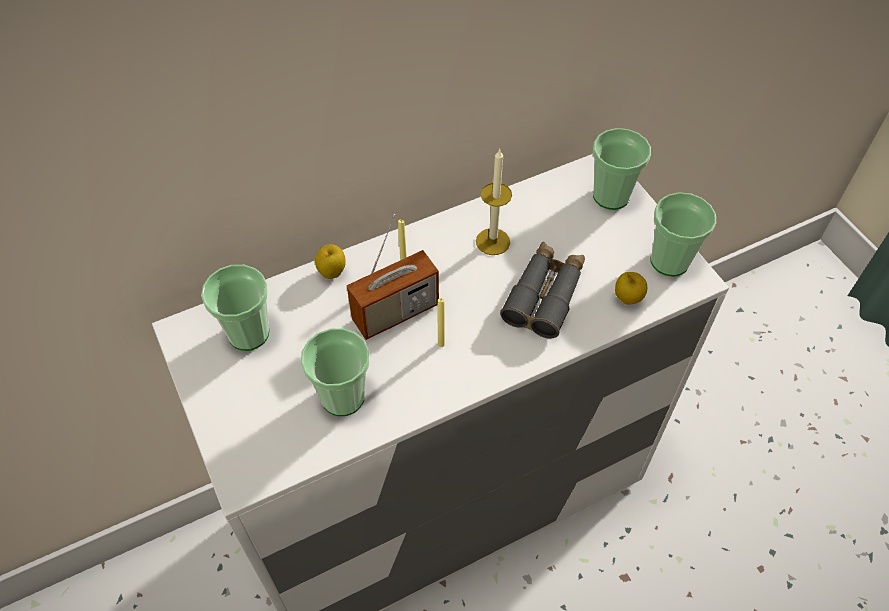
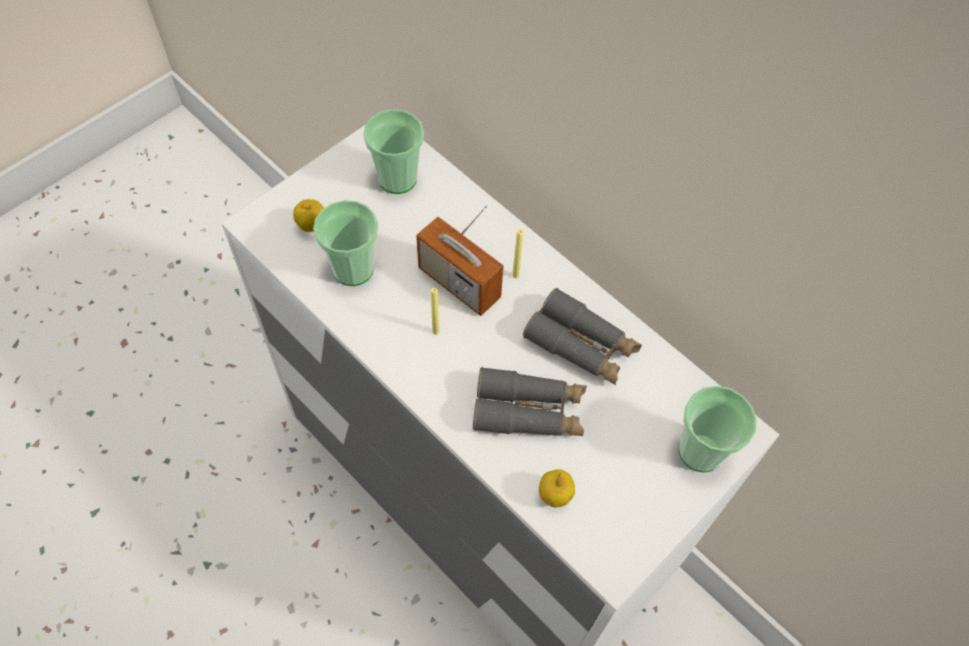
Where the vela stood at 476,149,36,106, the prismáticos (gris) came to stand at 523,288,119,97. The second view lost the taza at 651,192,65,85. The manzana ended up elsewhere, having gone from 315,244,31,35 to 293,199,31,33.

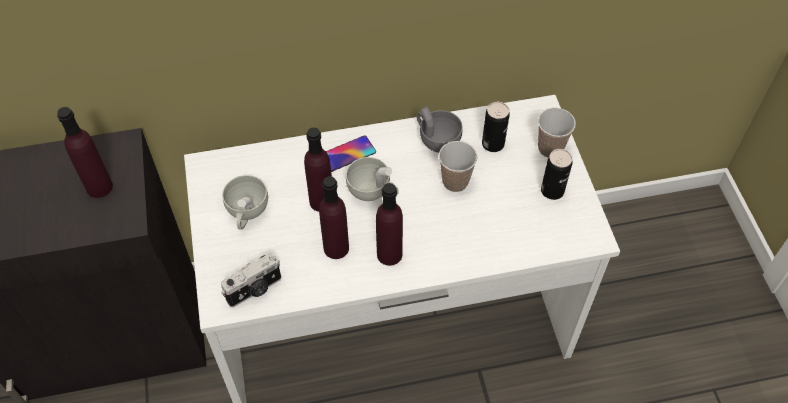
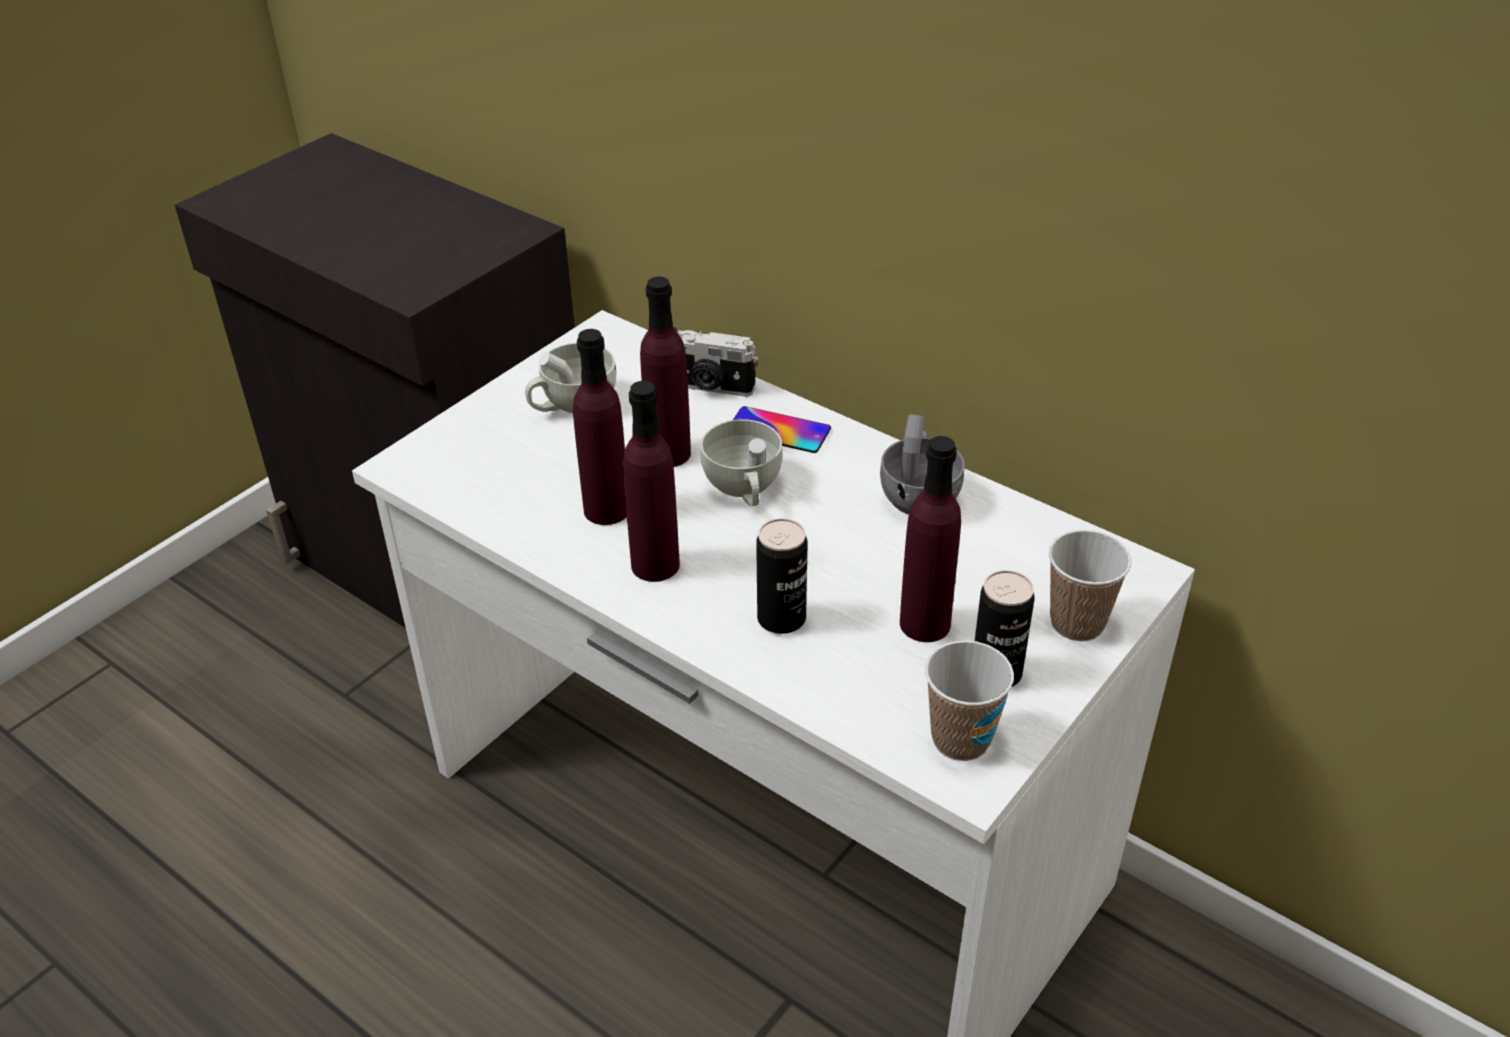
The lata ended up elsewhere, having gone from 482,102,28,50 to 756,518,52,116. The botella (morado) ended up elsewhere, having gone from 57,107,56,91 to 900,436,61,206. The taza ended up elsewhere, having gone from 439,141,38,51 to 925,640,89,121. The cámara ended up elsewhere, having gone from 221,254,60,53 to 674,327,84,70.

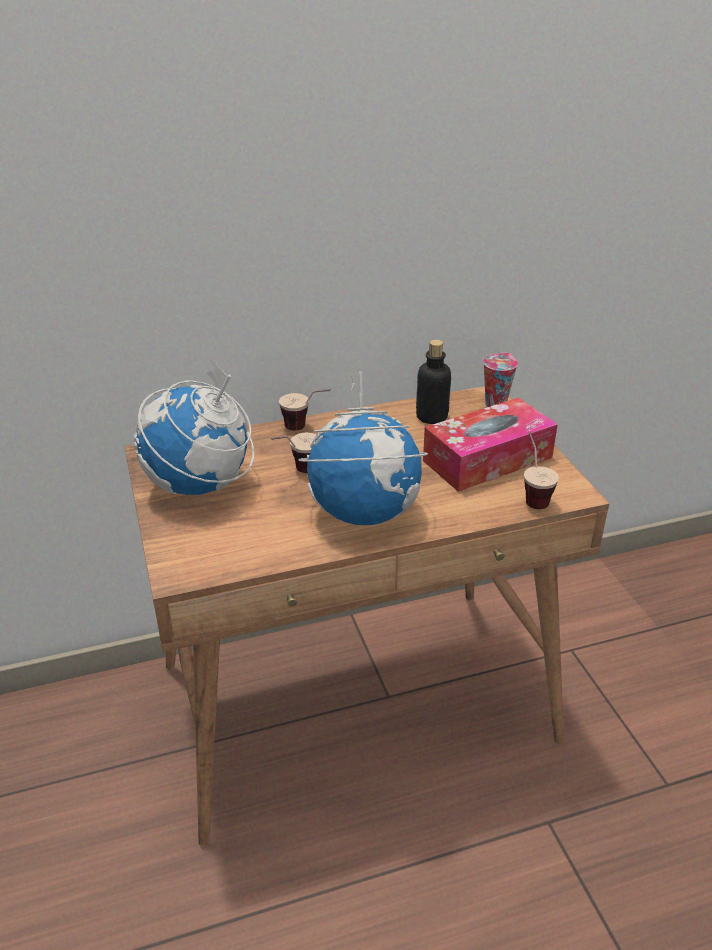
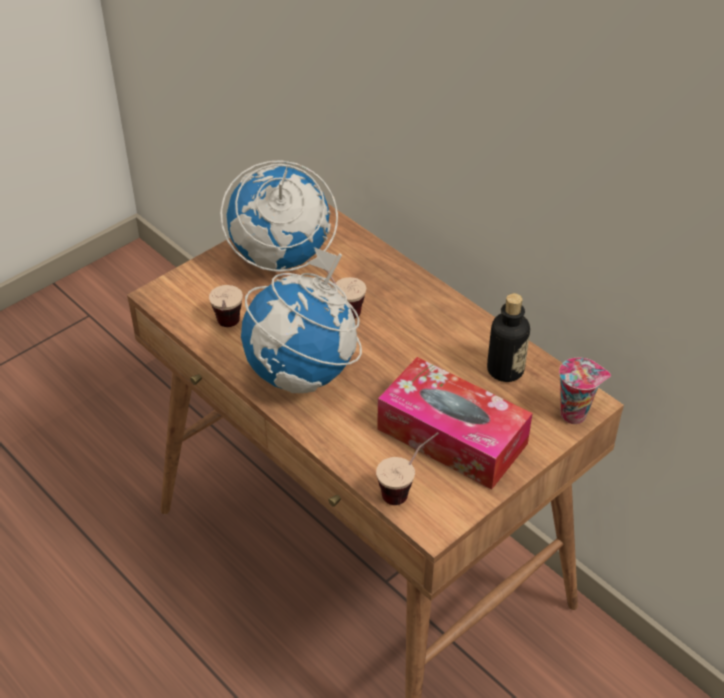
The taza ended up elsewhere, having gone from 279,389,52,42 to 209,285,34,42.

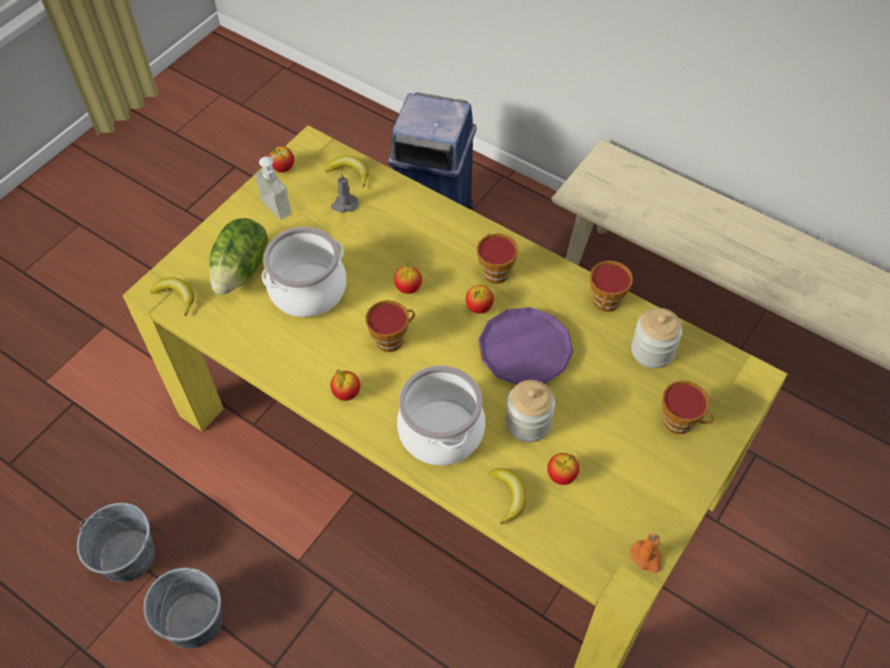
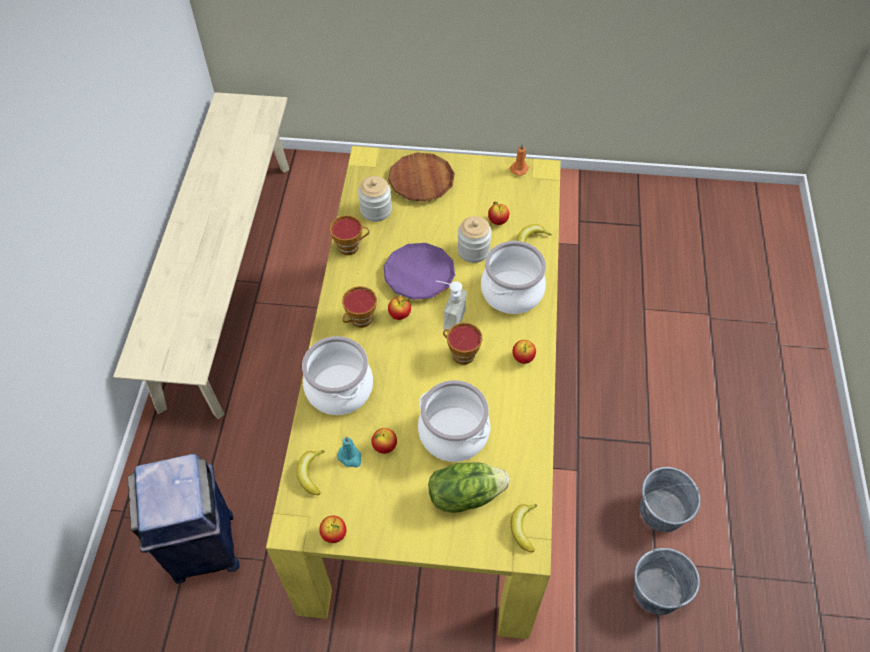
The dispensador de jabón ended up elsewhere, having gone from 255,150,37,70 to 436,281,31,49. What was the vela (gris) at 331,173,27,39 turned into the vela (turquesa) at 337,437,24,30. The manzana ended up elsewhere, having gone from 394,263,28,31 to 372,428,25,26. Where the taza stood at 662,380,52,54, the plato (marrón) came to stand at 388,152,67,50. The second view gained the olla at 302,336,71,79.

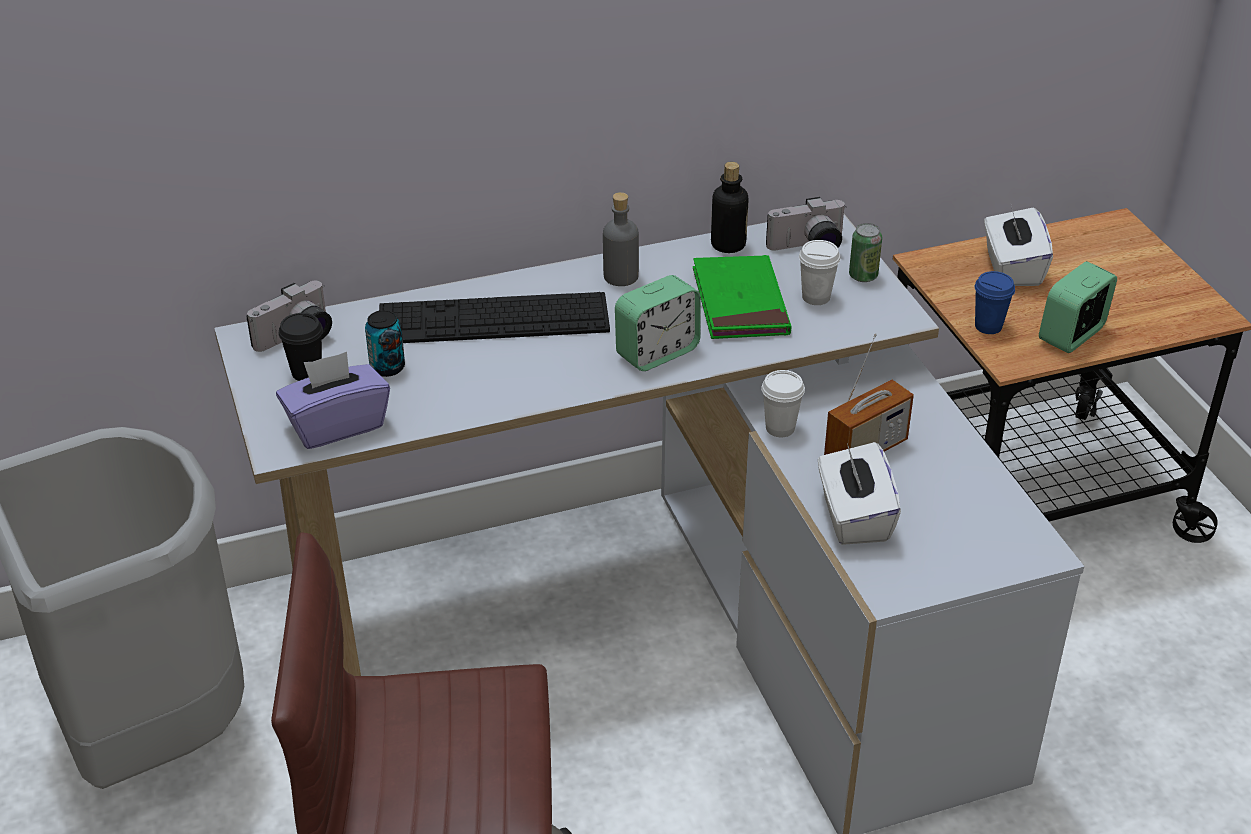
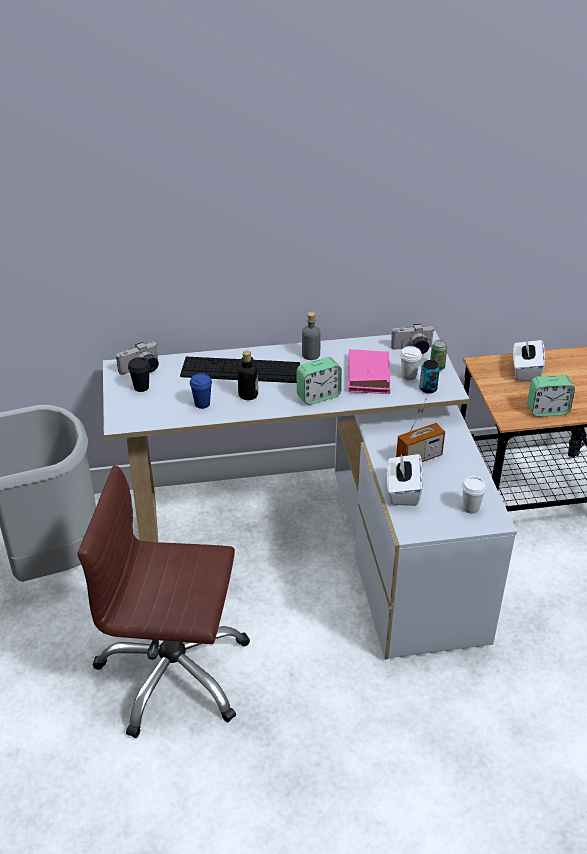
The botella ended up elsewhere, having gone from 711,162,37,91 to 237,351,21,49. What was the libro (verde) at 693,255,99,84 turned into the libro (rosa) at 348,349,42,45. The despertador at 1039,261,78,92 ended up facing another way, 150 degrees counterclockwise from before. The taza (azul) ended up elsewhere, having gone from 974,271,41,63 to 190,373,22,36. The lata ended up elsewhere, having gone from 365,310,40,67 to 420,360,20,34. The second view lost the caja de pañuelos (morado) at 276,352,114,97. The taza (blanco) ended up elsewhere, having gone from 761,370,44,67 to 462,476,24,38.

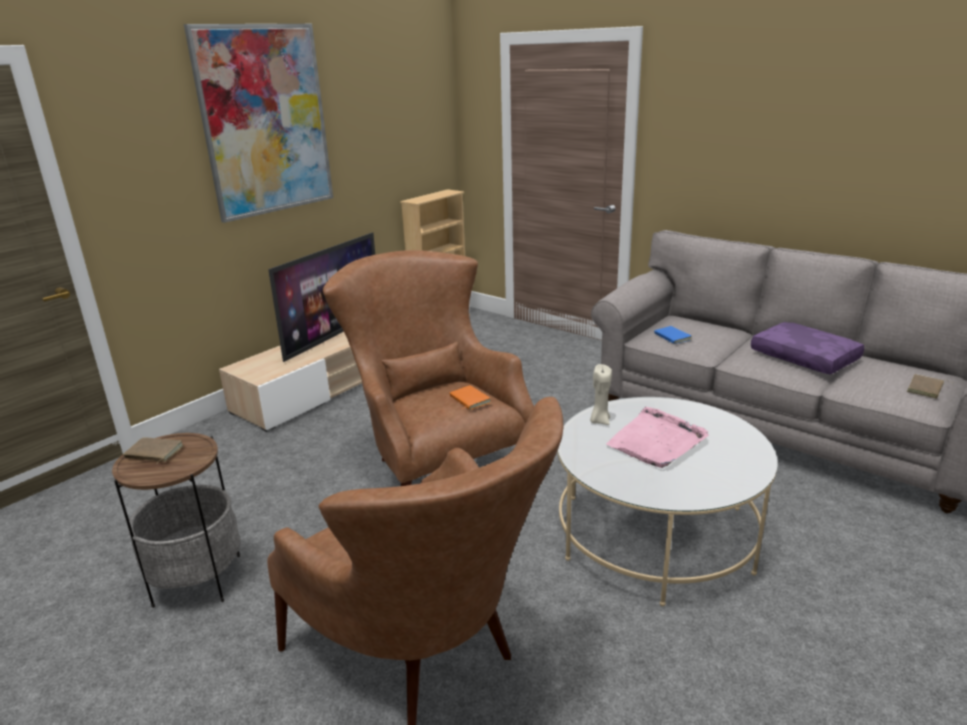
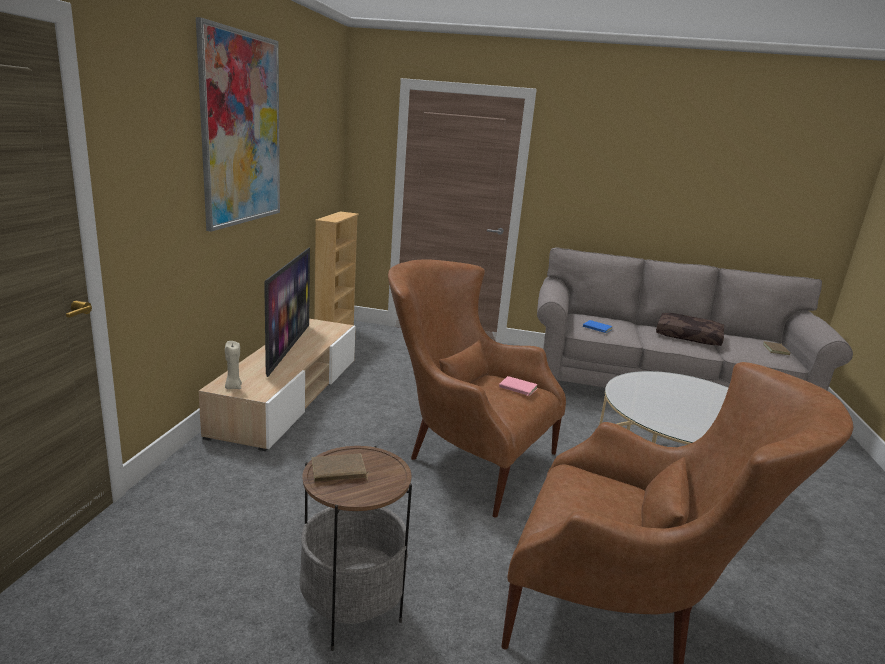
What was the cojín (morado) at 751,322,113,52 turned into the cojín (marrón) at 656,313,68,33. The vela (beis) ended up elsewhere, having gone from 590,364,22,61 to 225,341,17,48. What was the libro (naranja) at 450,385,41,25 turned into the libro (rosa) at 499,376,39,20. The second view lost the bandeja (rosa) at 606,407,103,61.

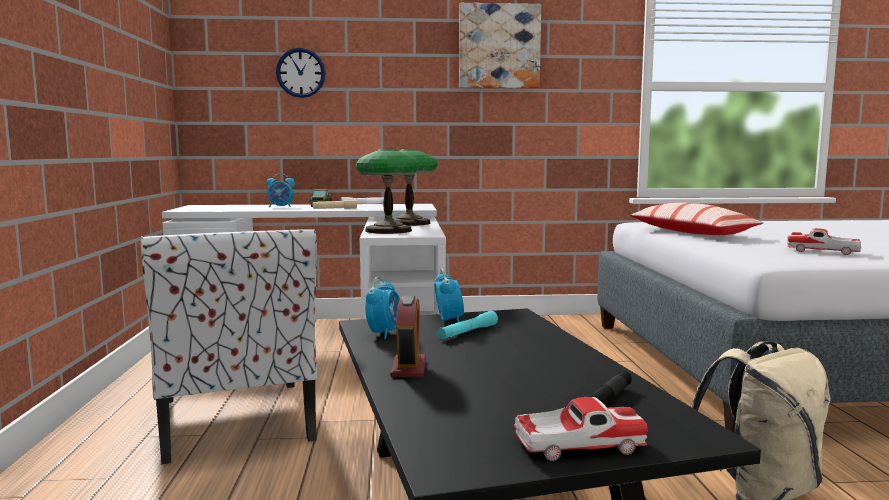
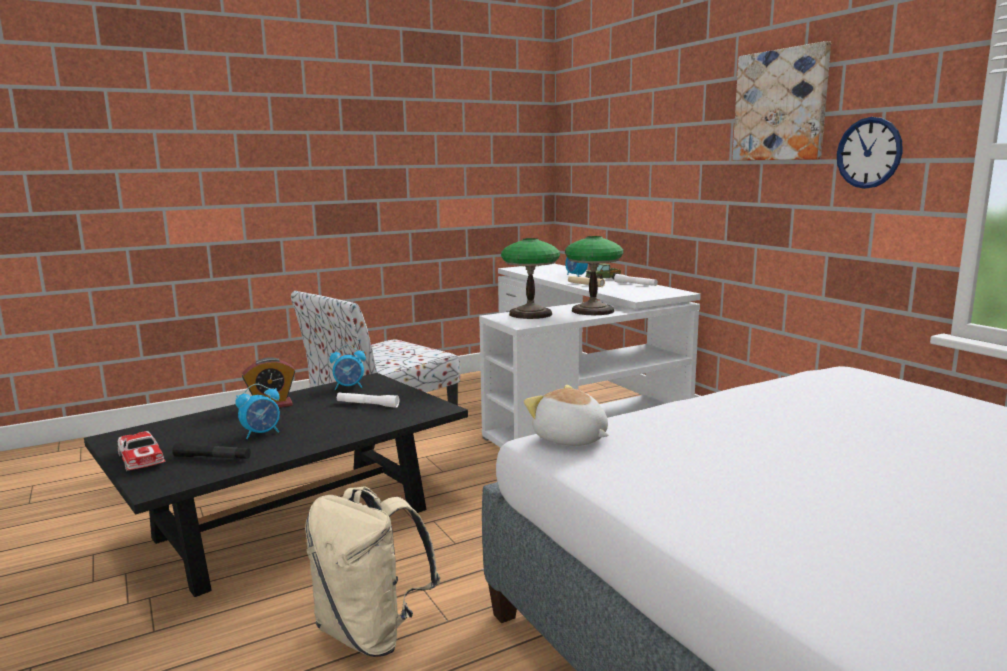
The reloj de pared ended up elsewhere, having gone from 276,48,49,50 to 837,117,66,72. The second view lost the cojín at 630,203,134,32. The second view lost the coche de juguete at 787,228,74,27. The despertador ended up elsewhere, having gone from 434,269,30,54 to 235,384,45,55. What was the linterna (turquesa) at 437,311,61,28 turned into the linterna (blanco) at 337,392,62,16. The second view gained the peluche at 524,385,85,61.

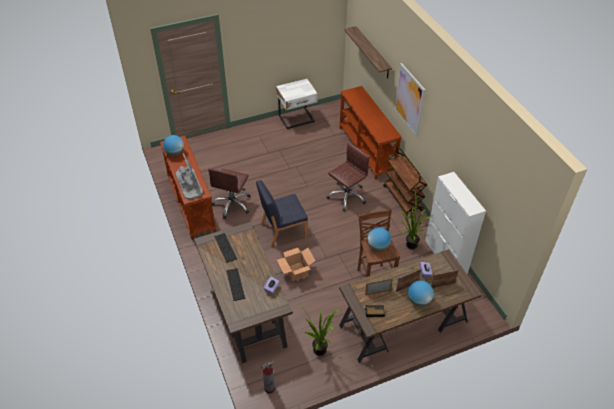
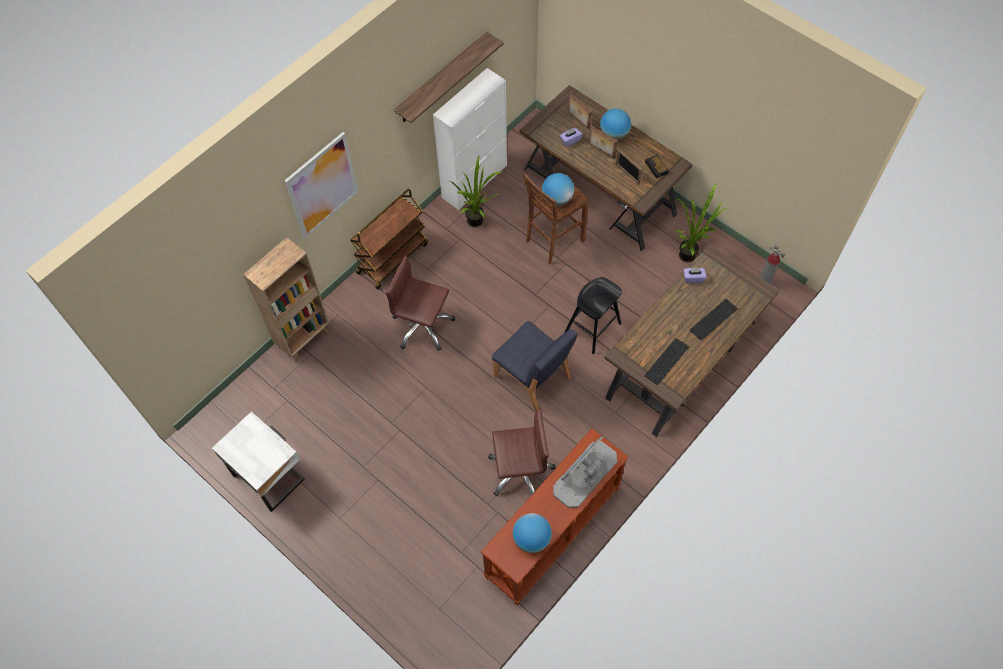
The estante ended up elsewhere, having gone from 344,26,48,53 to 394,32,110,91. Where the mesa consola (marrón) stood at 339,86,63,94, the estantería (marrón) came to stand at 243,237,87,126. Where the caja de cartón stood at 277,248,39,33, the taburete (negro) came to stand at 564,277,58,77.

